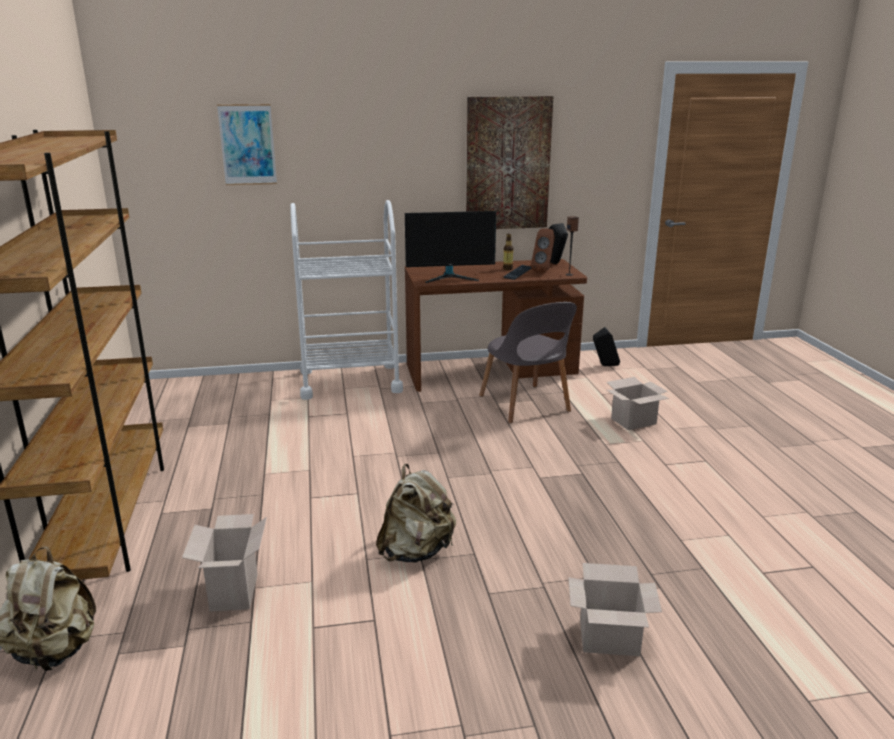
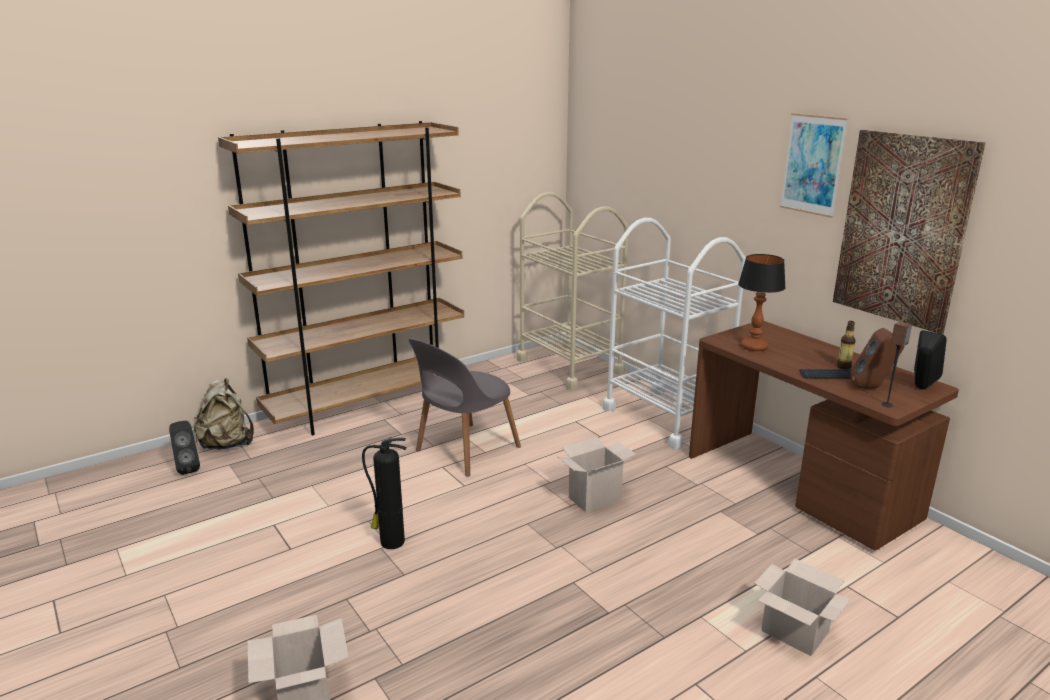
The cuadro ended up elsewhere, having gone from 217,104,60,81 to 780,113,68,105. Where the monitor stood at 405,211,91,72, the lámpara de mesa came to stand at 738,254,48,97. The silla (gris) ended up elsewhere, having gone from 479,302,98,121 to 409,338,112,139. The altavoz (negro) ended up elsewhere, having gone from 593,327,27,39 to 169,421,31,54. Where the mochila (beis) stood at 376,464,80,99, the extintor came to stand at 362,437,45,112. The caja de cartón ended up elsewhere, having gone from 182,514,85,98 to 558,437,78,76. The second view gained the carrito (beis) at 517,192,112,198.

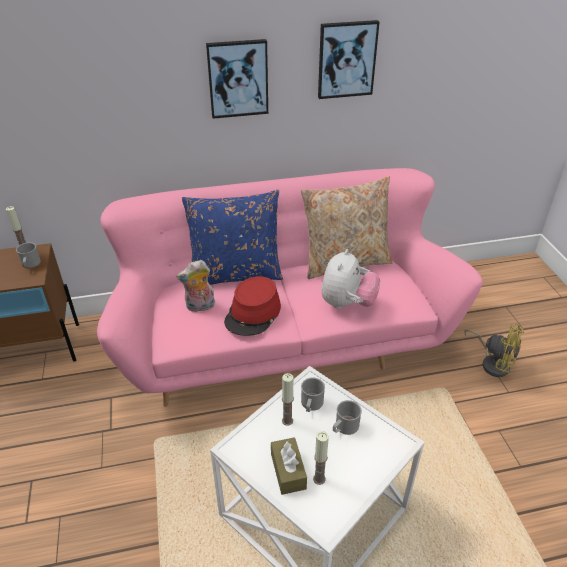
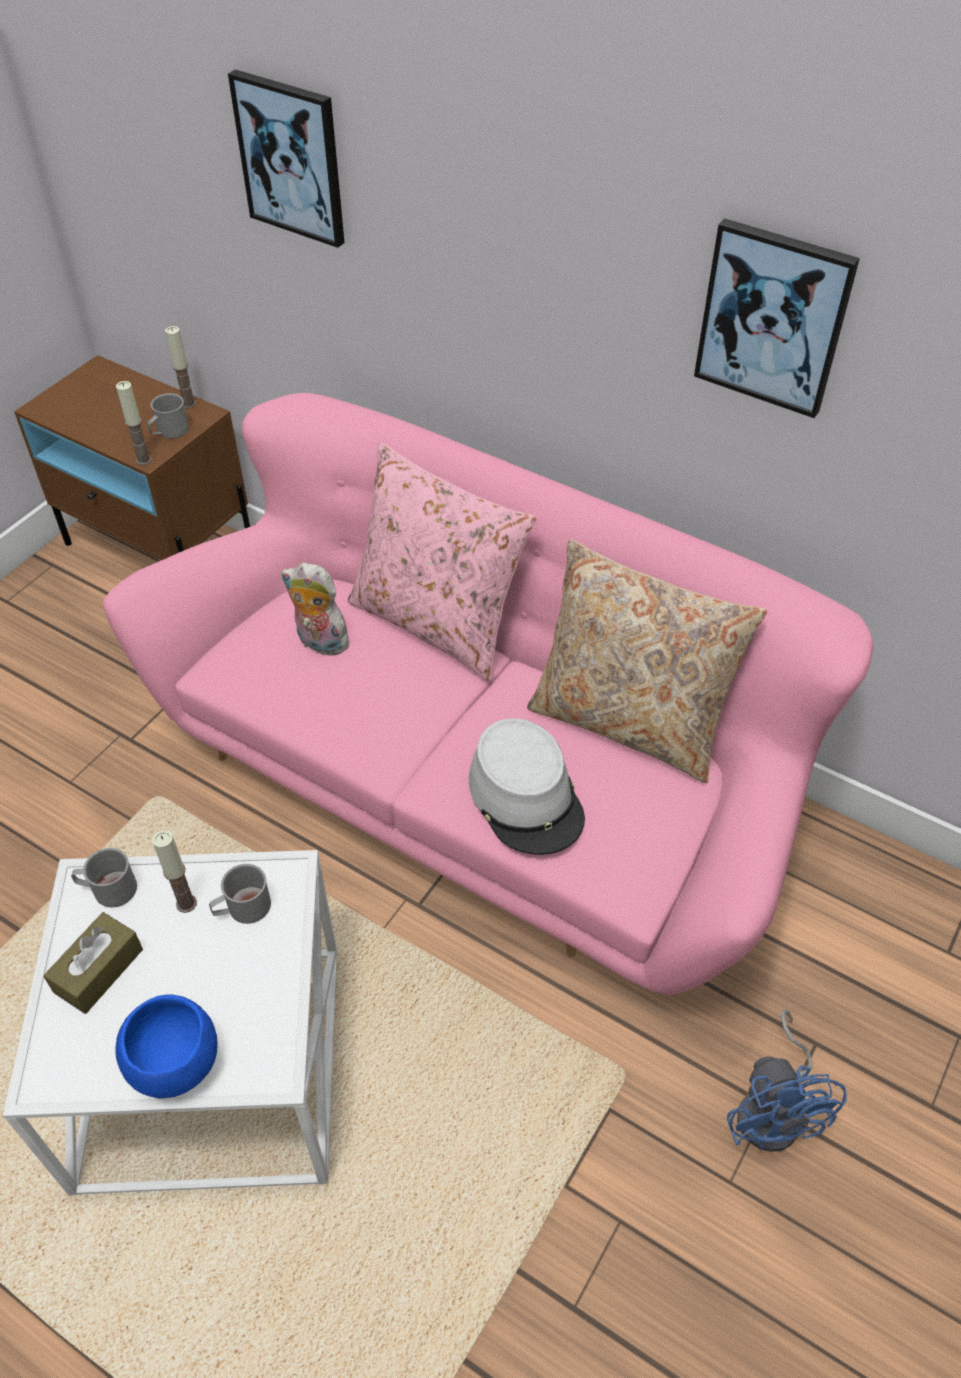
The cuadro ended up elsewhere, having gone from 206,39,62,80 to 228,69,117,179. What was the cojín (azul) at 182,190,101,95 turned into the cojín (rosa) at 348,442,188,240. Where the peluche stood at 321,249,59,60, the sombrero (gris) came to stand at 469,718,116,137. The second view lost the sombrero (rojo) at 224,276,57,60. What was the ventilador (amarillo) at 464,324,60,53 turned into the ventilador (azul) at 727,1009,120,143. The taza grande (gris) ended up elsewhere, having gone from 333,400,29,35 to 71,848,66,59. The vela ended up elsewhere, having gone from 313,431,16,54 to 116,381,36,84. The second view gained the cuenco (azul) at 115,995,103,103.

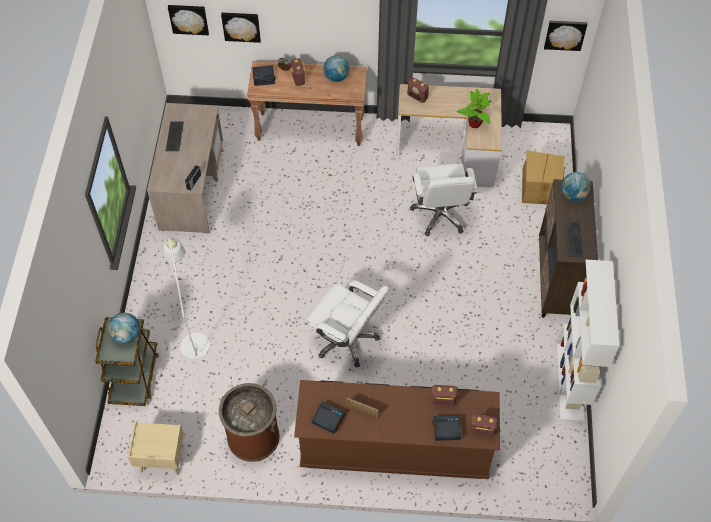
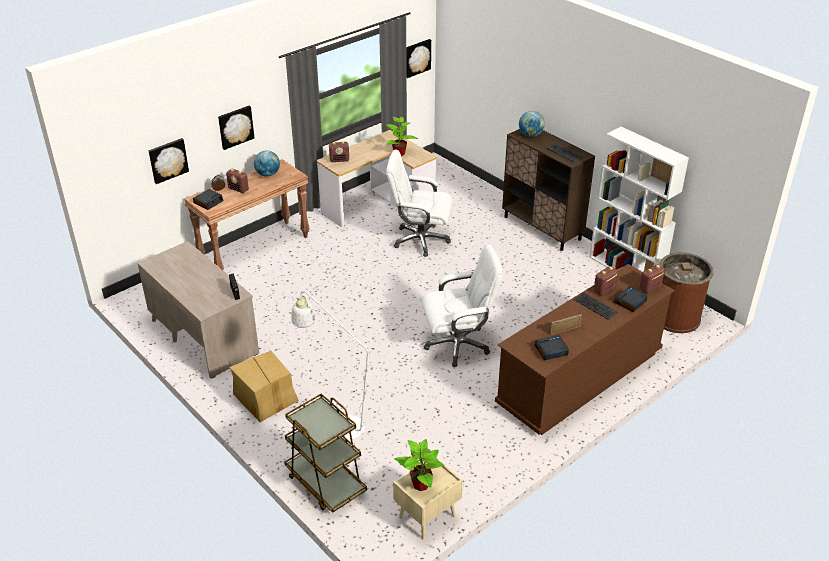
The cuadro ended up elsewhere, having gone from 168,5,41,30 to 218,106,36,44. The teclado ended up elsewhere, having gone from 166,122,18,29 to 574,292,44,28. The caja de cartón ended up elsewhere, having gone from 522,150,43,55 to 229,351,70,71. The silla de oficina (blanco) at 410,163,68,74 ended up facing another way, 150 degrees clockwise from before. The second view lost the globo terráqueo at 108,313,32,30. The papelera (marrón) ended up elsewhere, having gone from 219,383,61,79 to 660,252,54,81. The second view gained the planta en maceta at 395,439,49,52.

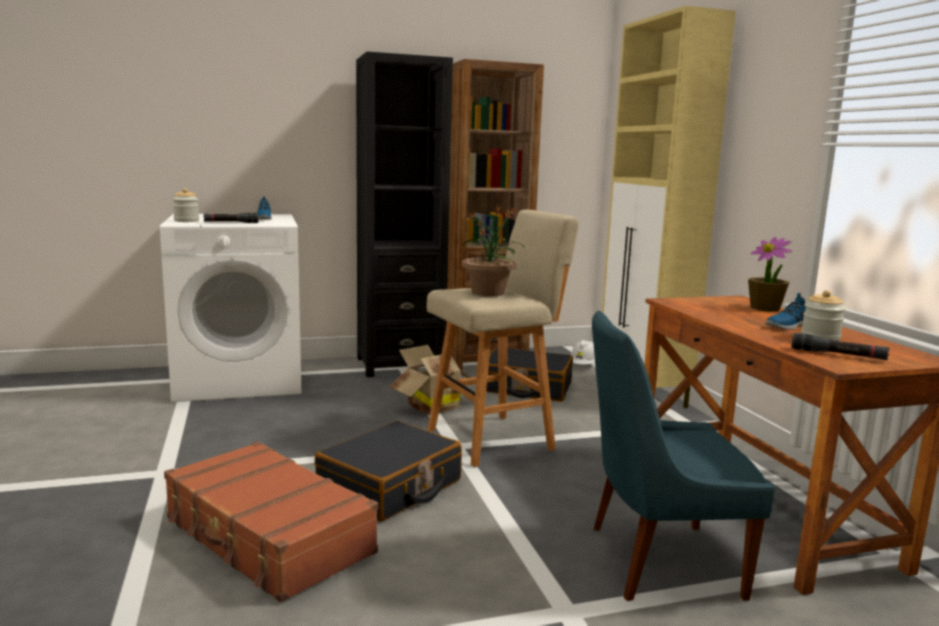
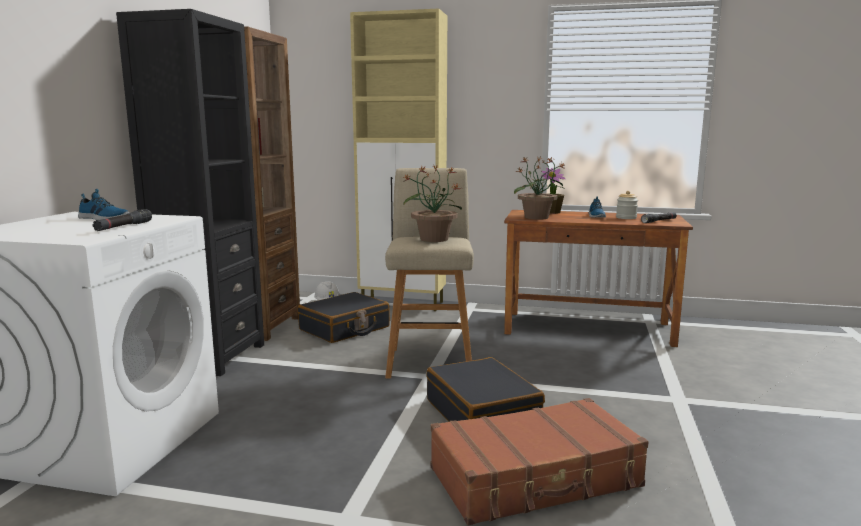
The second view lost the tarro at 172,188,27,34. The second view lost the silla (azul) at 592,310,184,291. The second view lost the caja de cartón at 390,345,81,70. The second view gained the planta en maceta at 514,156,52,64.

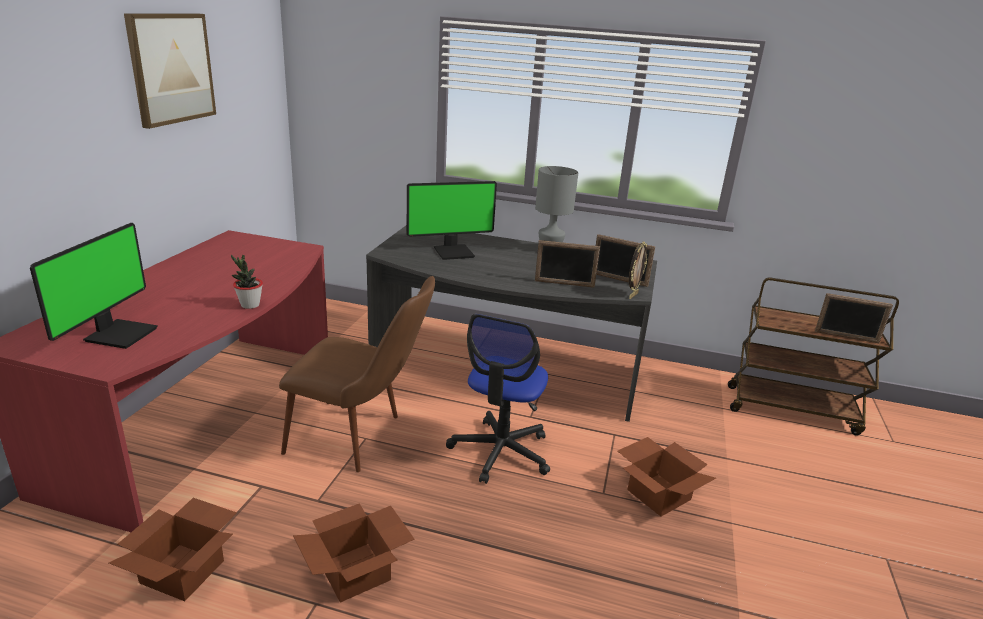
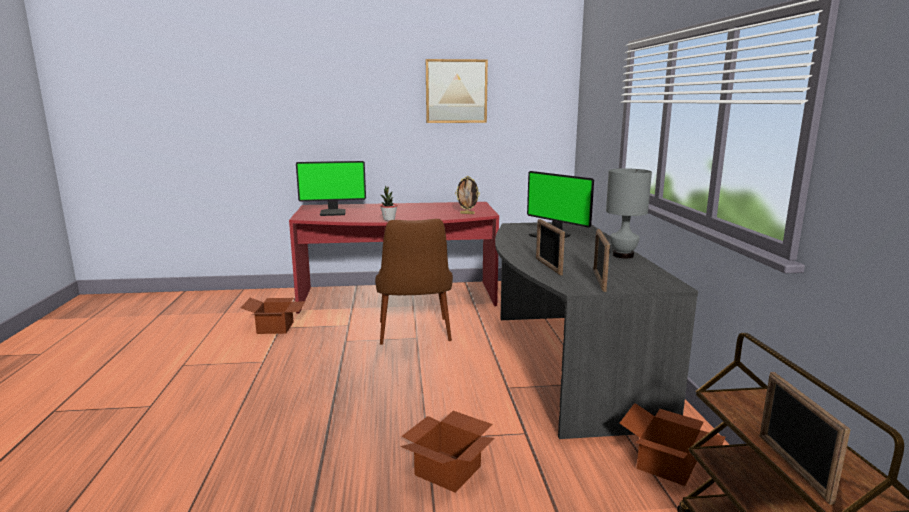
The portarretratos ended up elsewhere, having gone from 629,241,18,58 to 455,176,25,38. The second view lost the silla de oficina at 446,314,104,170. The caja de cartón ended up elsewhere, having gone from 293,503,122,100 to 620,403,105,83.

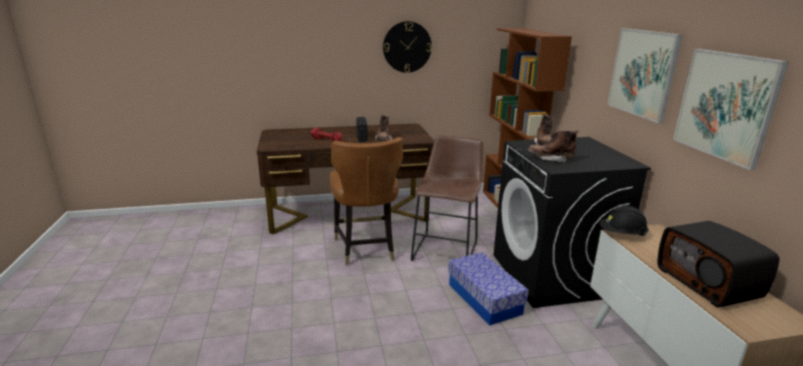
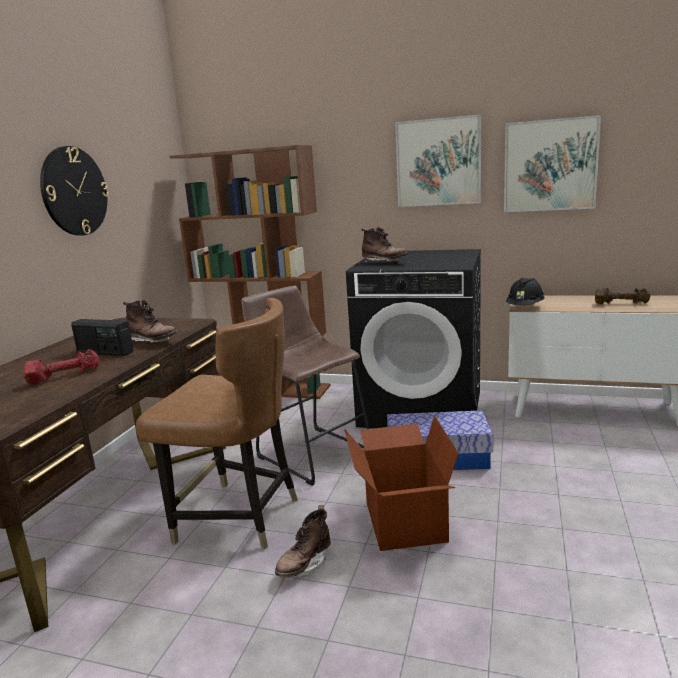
The bota (marrón) ended up elsewhere, having gone from 528,130,51,33 to 275,505,56,73. Where the radio stood at 657,221,122,86, the mancuerna (marrón) came to stand at 595,287,56,17. The second view gained the caja de cartón at 344,416,115,135.

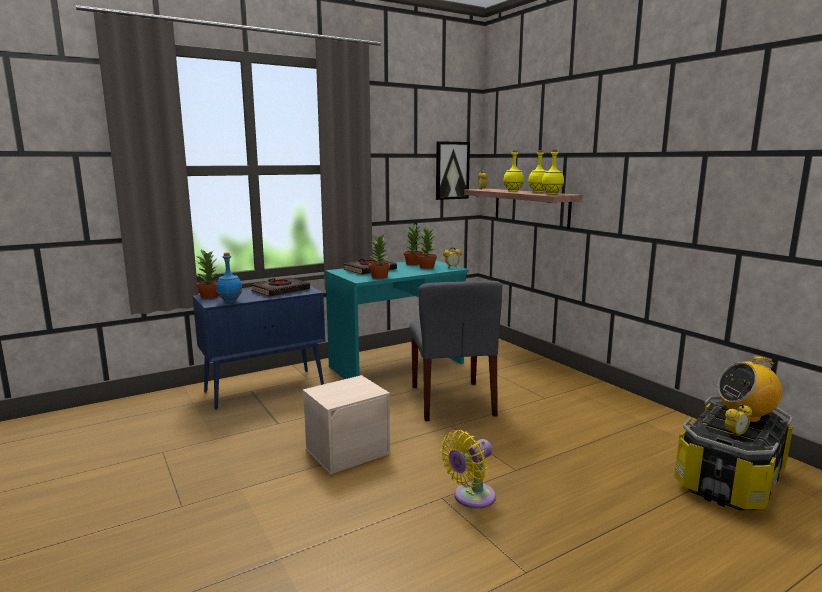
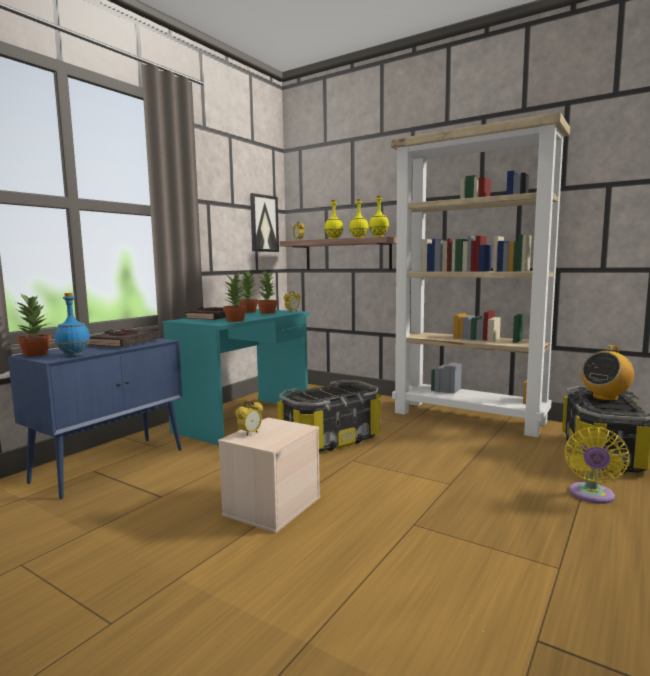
Where the silla (gris) stood at 410,281,92,140, the caja de almacenaje came to stand at 277,380,104,72. The despertador ended up elsewhere, having gone from 725,403,27,35 to 235,400,28,36. The ventilador (amarillo) ended up elsewhere, having gone from 441,430,55,79 to 564,427,66,77. The second view gained the estantería (beis) at 391,112,179,325.

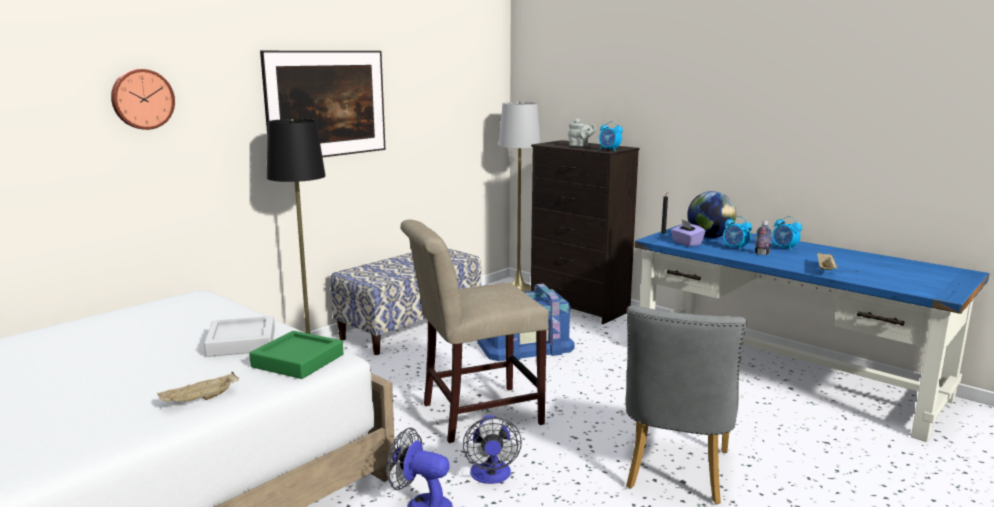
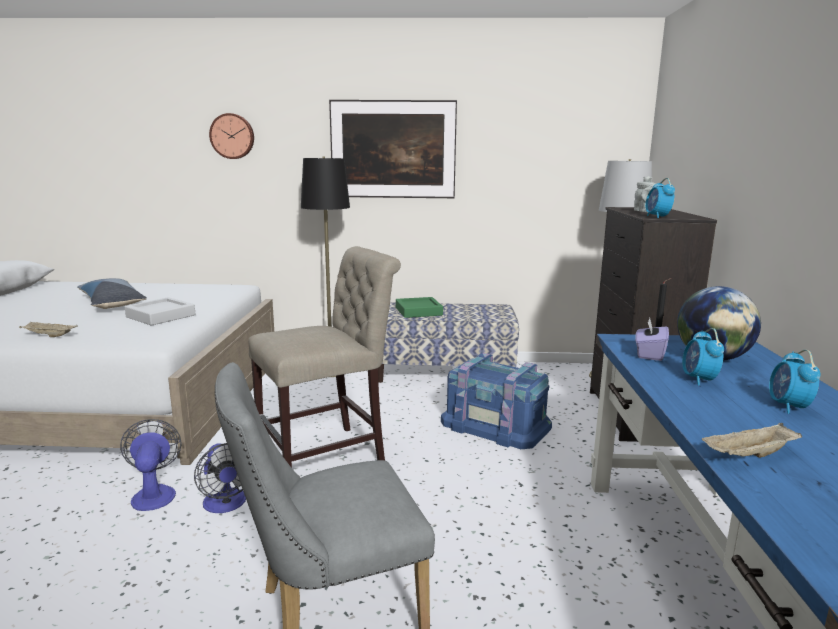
The silla (beis) at 401,219,148,224 ended up facing another way, 120 degrees clockwise from before. The second view lost the botella at 755,221,17,34. The bandeja (verde) ended up elsewhere, having gone from 249,331,94,48 to 396,297,47,21. The ventilador at 463,415,59,69 ended up facing another way, 75 degrees counterclockwise from before. The second view gained the cojín at 77,278,70,31.

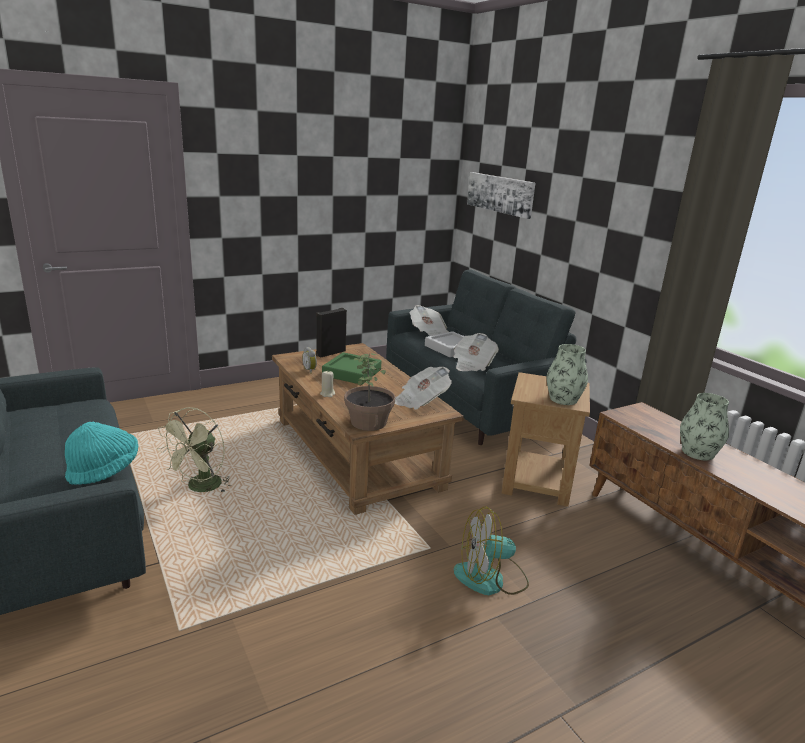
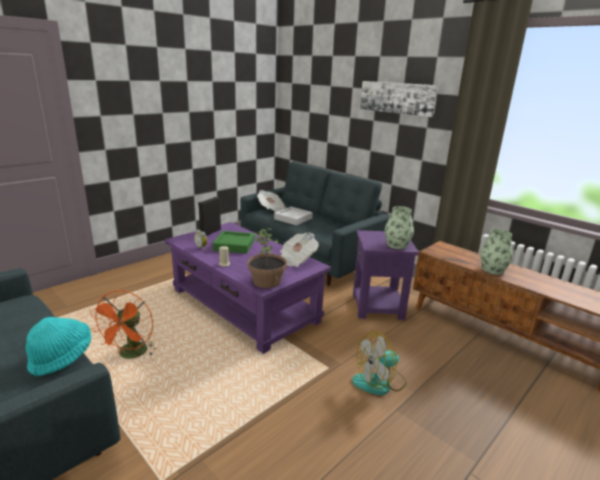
The cuadro ended up elsewhere, having gone from 467,172,69,47 to 360,81,79,36. The second view lost the periódico at 454,333,44,38. What was the mesa de centro (marrón) at 272,343,192,172 turned into the mesa de centro (morado) at 165,222,166,132. What was the mesa auxiliar (marrón) at 502,372,88,135 turned into the mesa auxiliar (morado) at 353,230,66,90. What was the ventilador (verde) at 157,407,74,85 turned into the ventilador (naranja) at 90,290,66,69.

